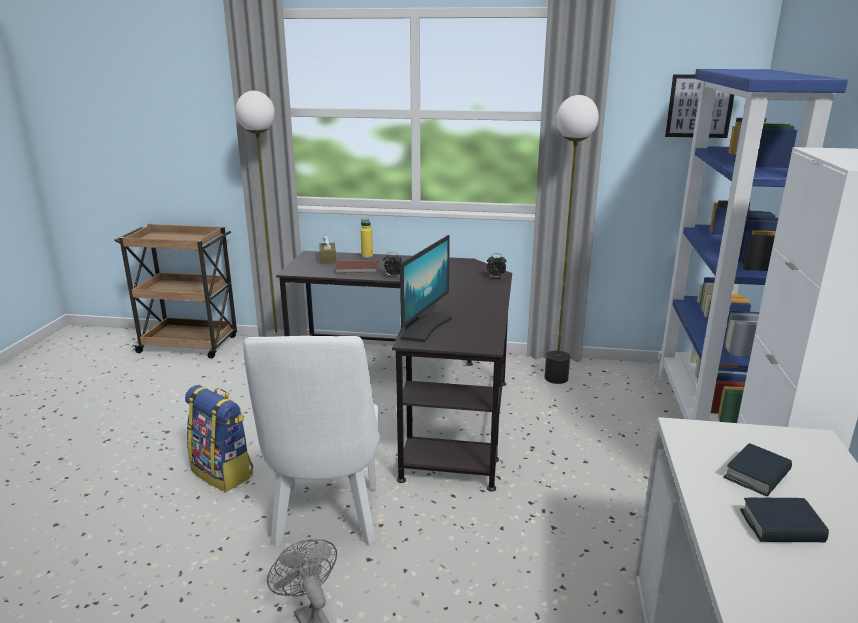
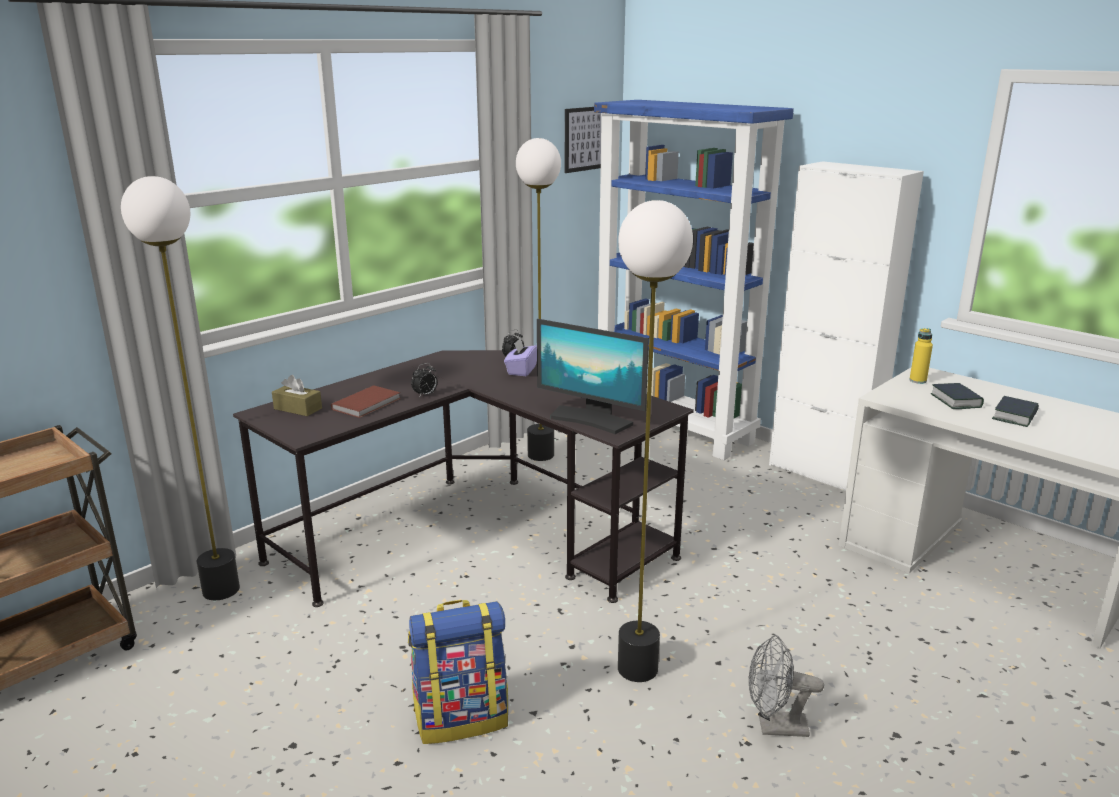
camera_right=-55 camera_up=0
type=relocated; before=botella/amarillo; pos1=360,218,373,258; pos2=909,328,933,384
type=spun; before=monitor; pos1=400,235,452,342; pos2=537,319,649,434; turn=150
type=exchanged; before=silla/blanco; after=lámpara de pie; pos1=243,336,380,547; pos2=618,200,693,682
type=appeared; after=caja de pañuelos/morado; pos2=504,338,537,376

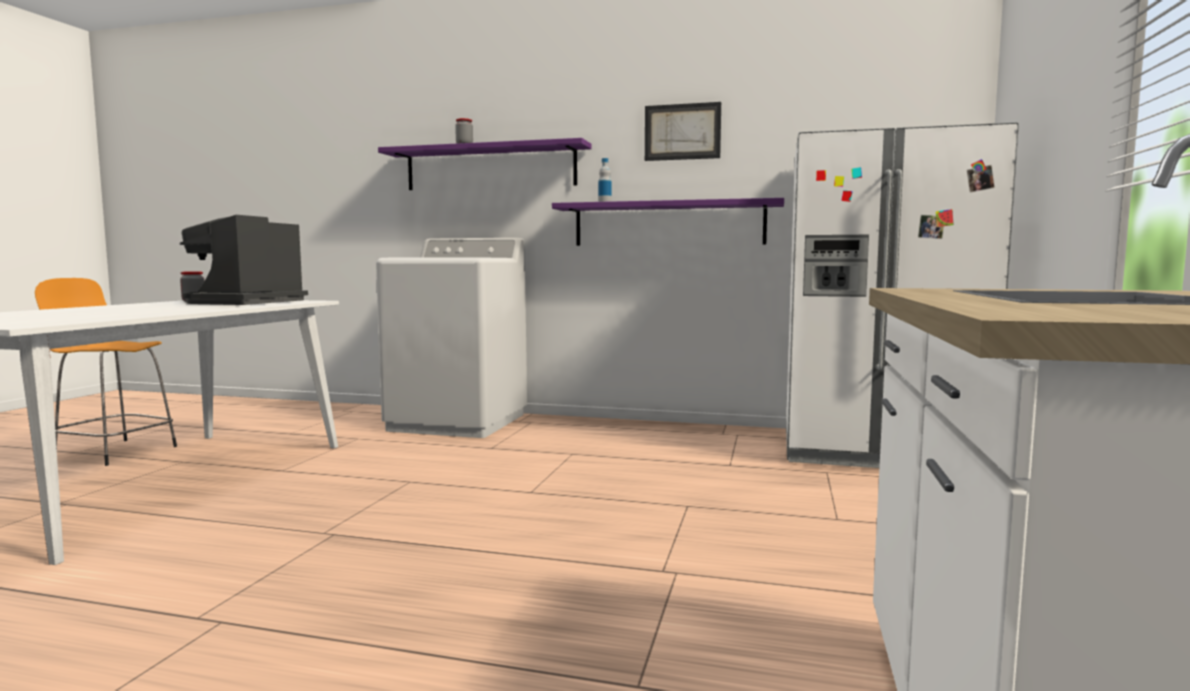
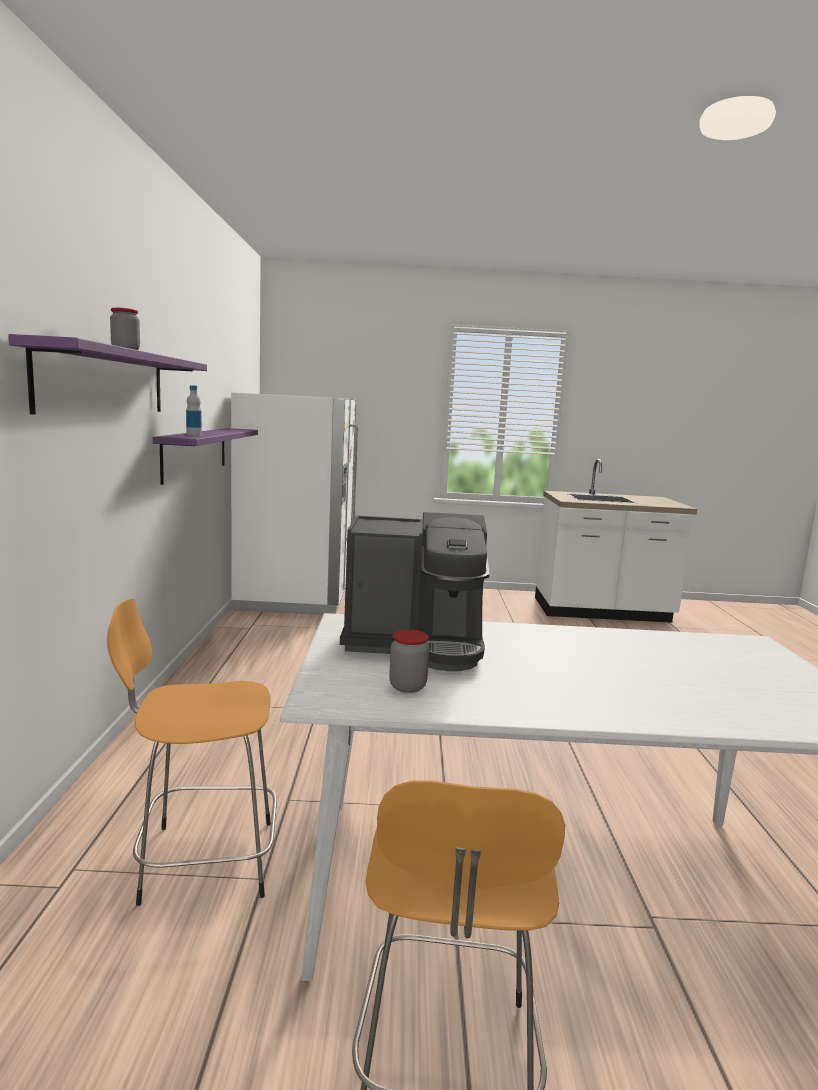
camera_right=-105 camera_up=5
type=missing; before=cuadro; pos1=645,102,721,161
type=missing; before=lavadora/blanco; pos1=376,238,527,438
type=appeared; after=taburete/naranja; pos2=107,598,277,906

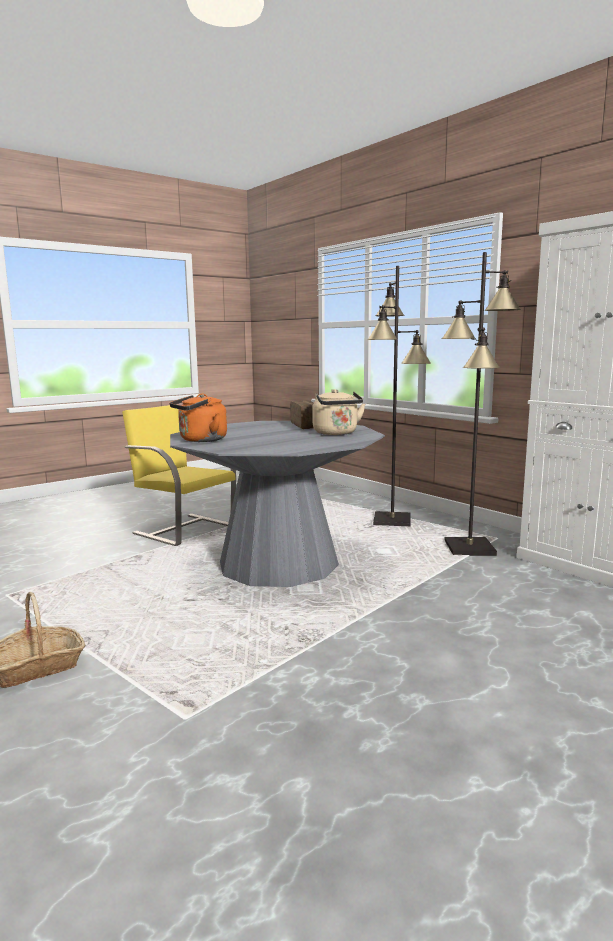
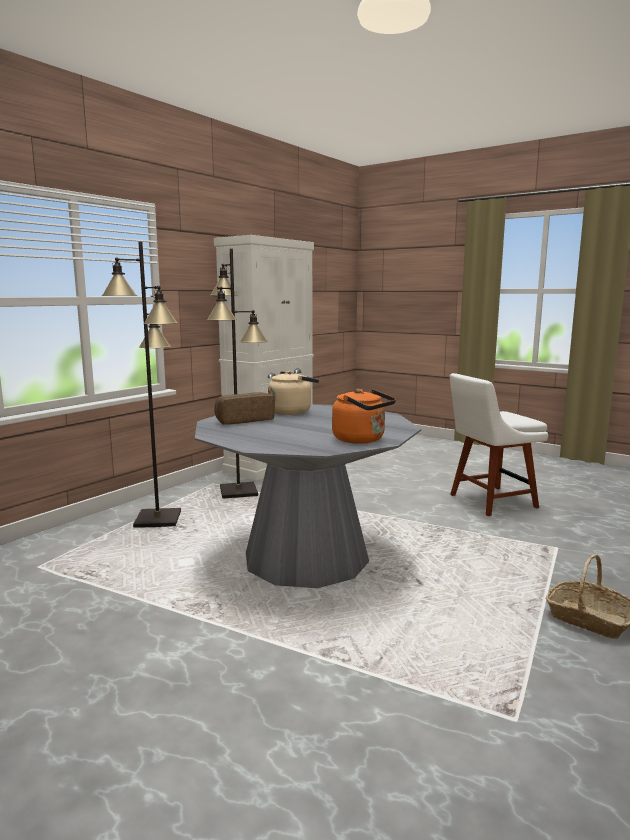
camera_right=-105 camera_up=0
type=missing; before=silla/amarillo; pos1=122,405,236,546
type=appeared; after=silla/blanco; pos2=450,373,548,516

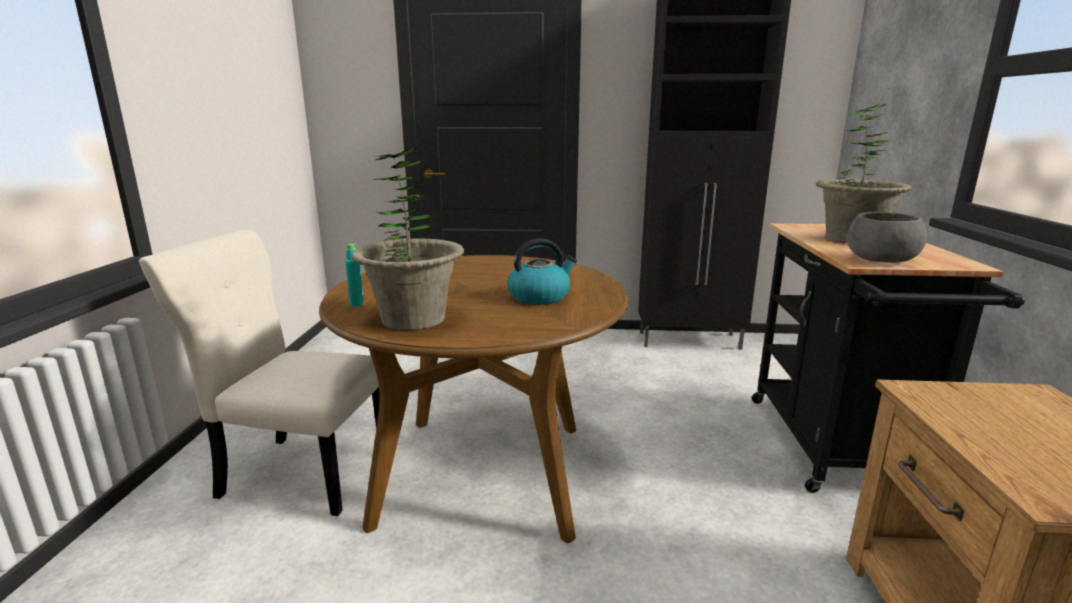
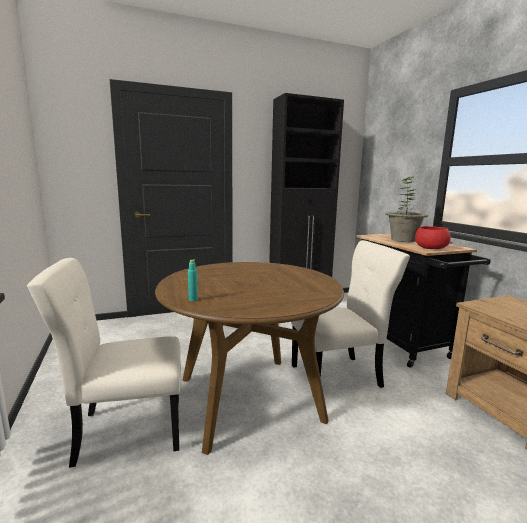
camera_right=-25 camera_up=-5
type=missing; before=planta en maceta; pos1=351,148,464,330
type=colour; before=cuenco/gris; after=cuenco/rojo; pos1=846,212,927,263; pos2=415,226,451,249
type=missing; before=hervidor; pos1=507,239,577,305
type=appeared; after=silla/beis; pos2=291,240,410,388

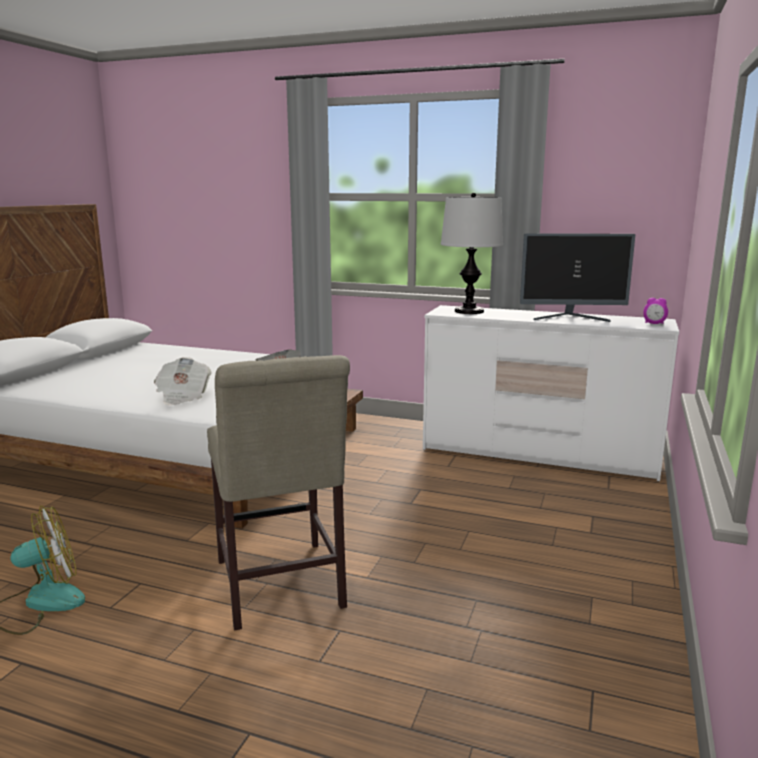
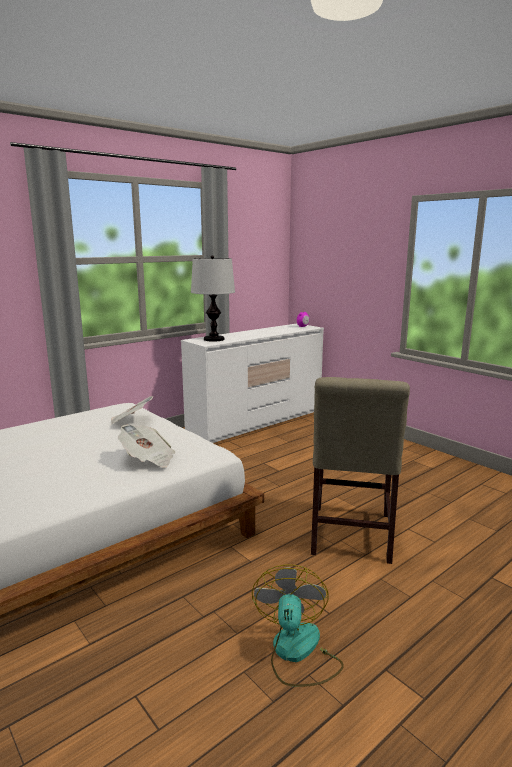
camera_right=-60 camera_up=0
type=missing; before=monitor; pos1=520,233,636,322
type=spun; before=silla/beis; pos1=207,355,350,630; pos2=311,377,410,564; turn=90

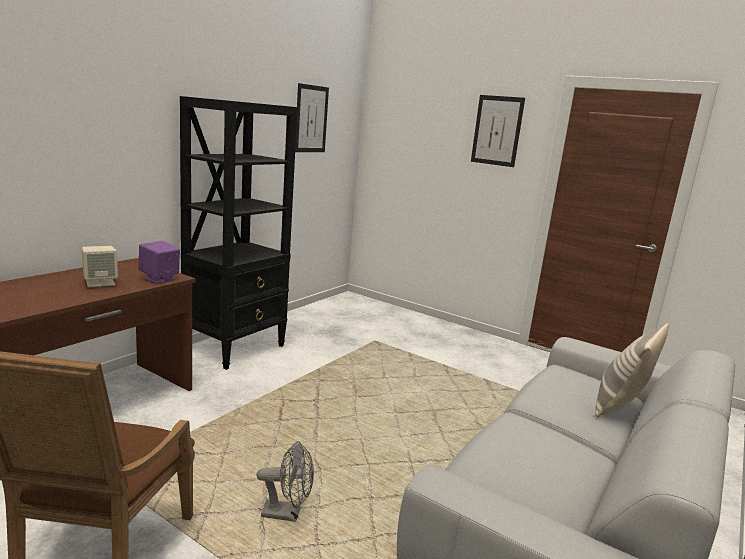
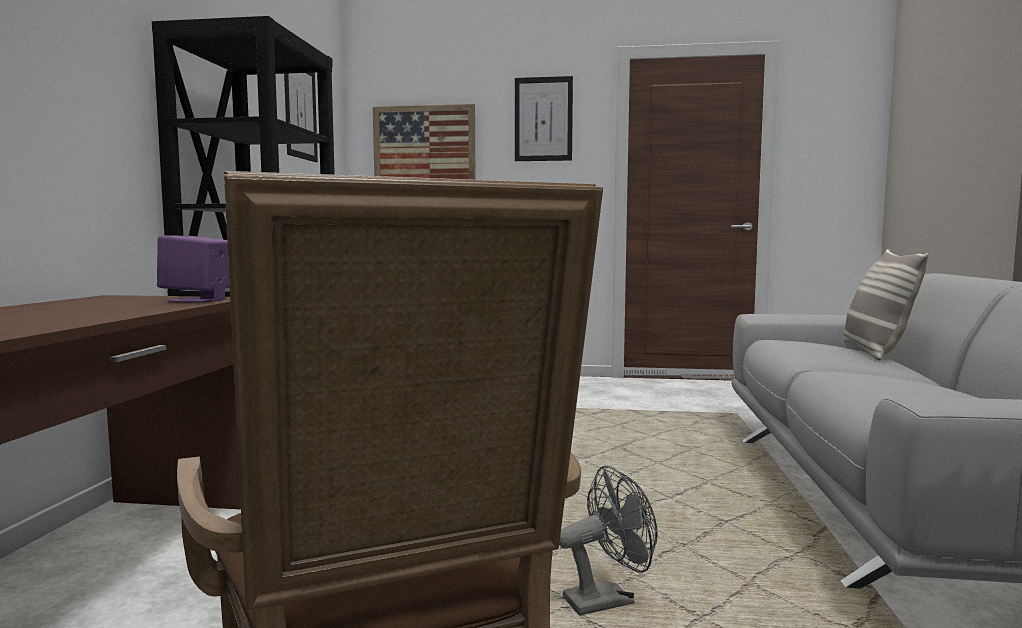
camera_right=-25 camera_up=-10
type=missing; before=altavoz/beis; pos1=82,246,118,287
type=appeared; after=cuadro; pos2=373,104,476,180

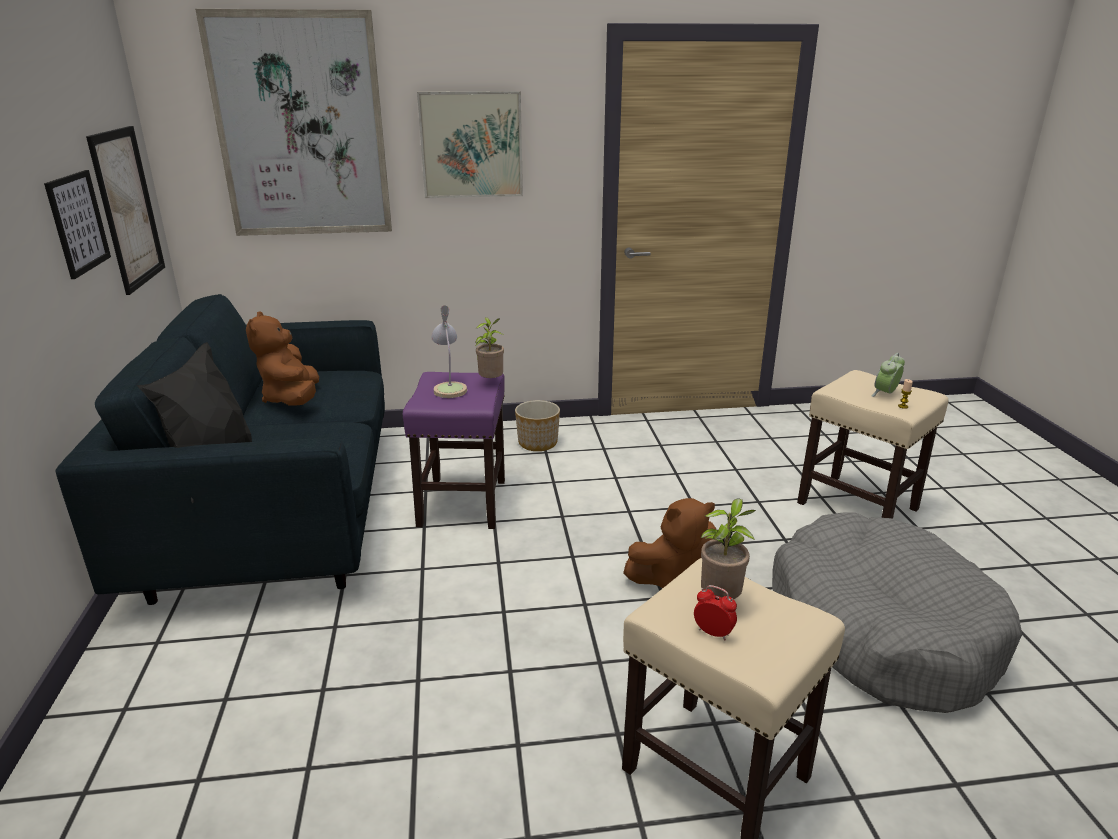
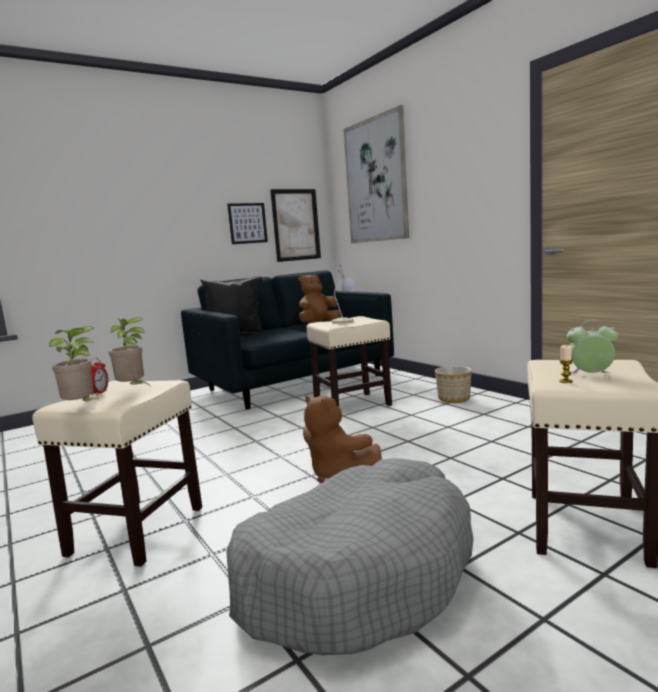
camera_right=65 camera_up=-15
type=missing; before=cuadro; pos1=417,91,523,198
type=relocated; before=planta en maceta; pos1=475,317,504,378; pos2=49,326,100,401
type=colour; before=taburete/morado; after=taburete/beis; pos1=403,372,505,529; pos2=307,316,392,407

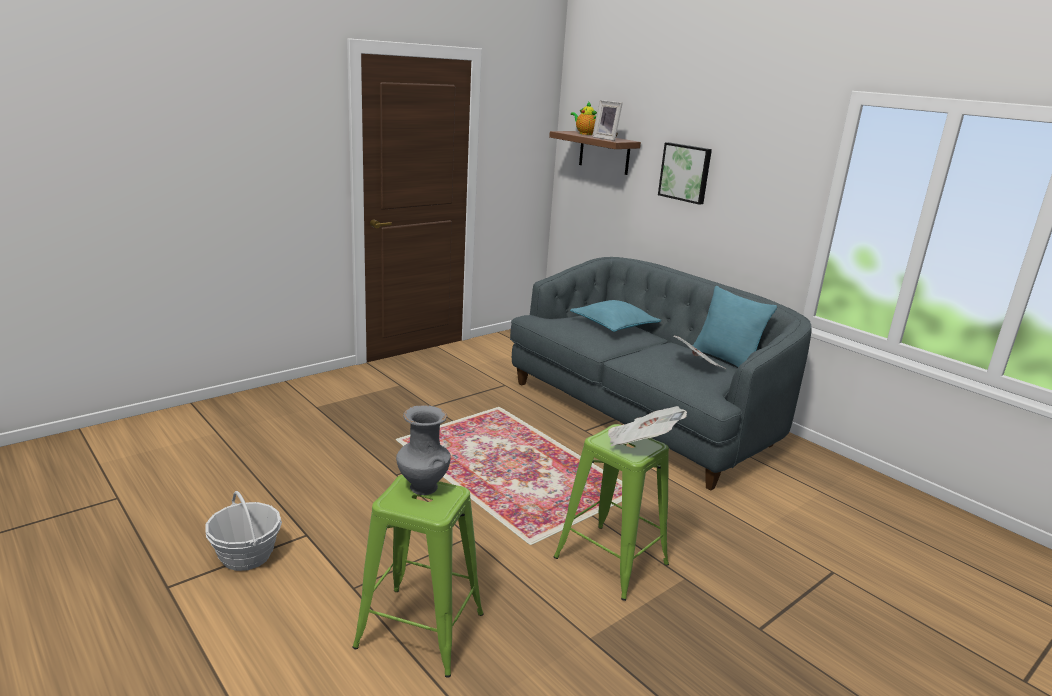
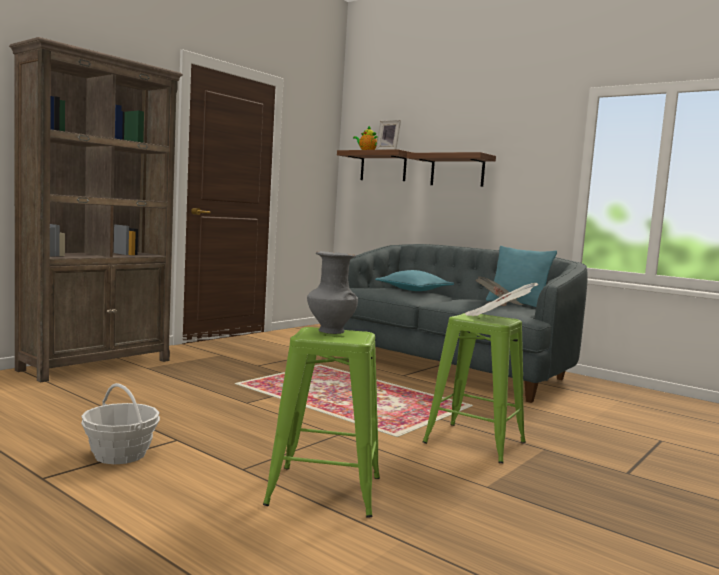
camera_right=-10 camera_up=-15
type=exchanged; before=cuadro; after=estante; pos1=658,142,712,205; pos2=407,152,496,187
type=appeared; after=estantería/marrón; pos2=9,37,183,382

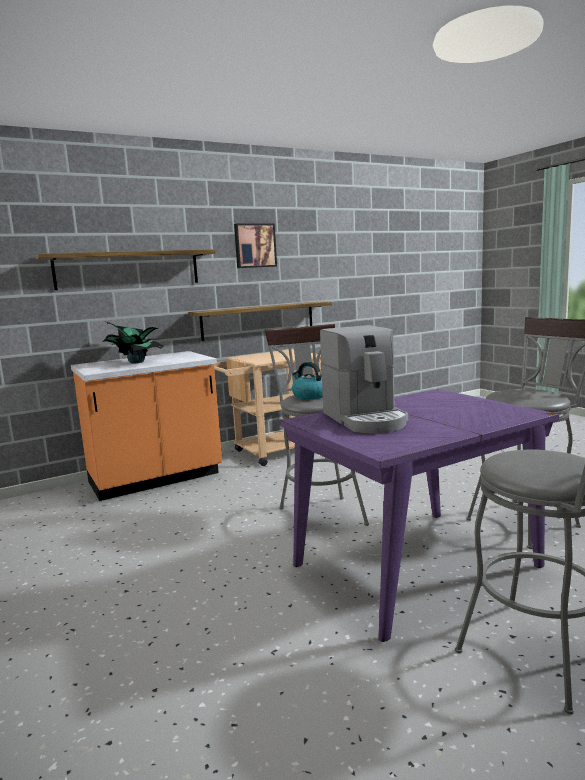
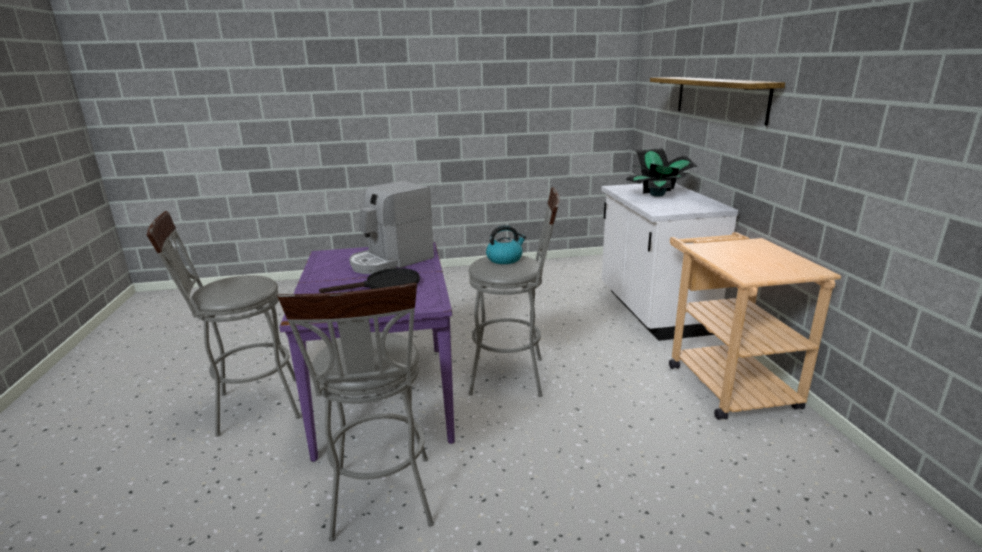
camera_right=110 camera_up=10
type=missing; before=cuadro; pos1=234,224,277,268
type=missing; before=estante; pos1=188,301,332,341
type=spun; before=cafetera; pos1=320,325,408,434; pos2=349,181,434,274; turn=-45
type=colour; before=mueble bajo de cocina/naranja; after=mueble bajo de cocina/blanco; pos1=71,351,222,501; pos2=601,183,738,341
type=appeared; after=sartén/negro; pos2=319,268,420,293

